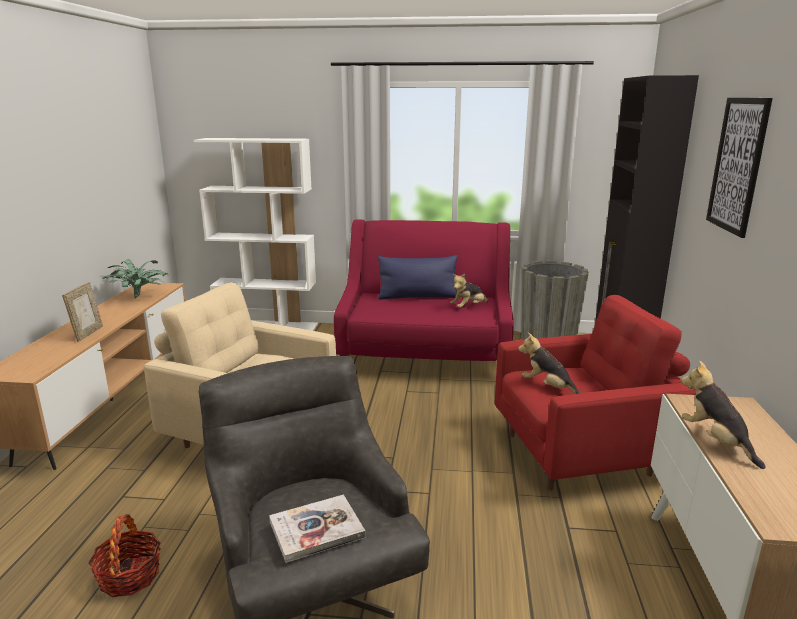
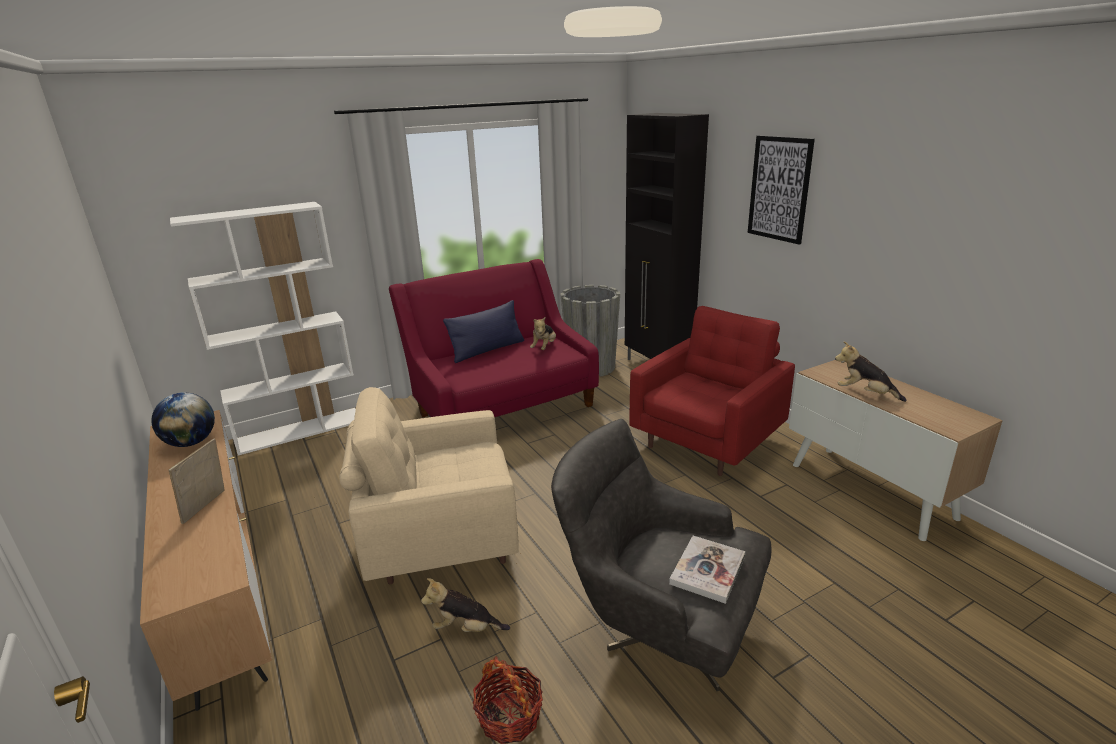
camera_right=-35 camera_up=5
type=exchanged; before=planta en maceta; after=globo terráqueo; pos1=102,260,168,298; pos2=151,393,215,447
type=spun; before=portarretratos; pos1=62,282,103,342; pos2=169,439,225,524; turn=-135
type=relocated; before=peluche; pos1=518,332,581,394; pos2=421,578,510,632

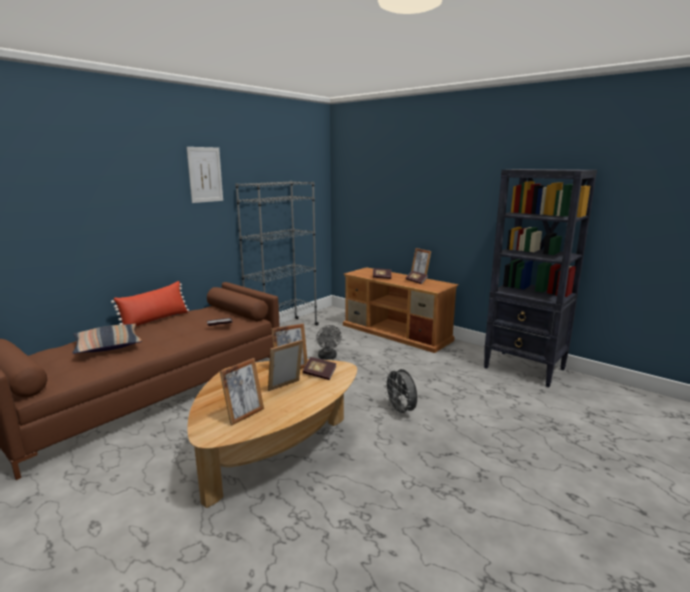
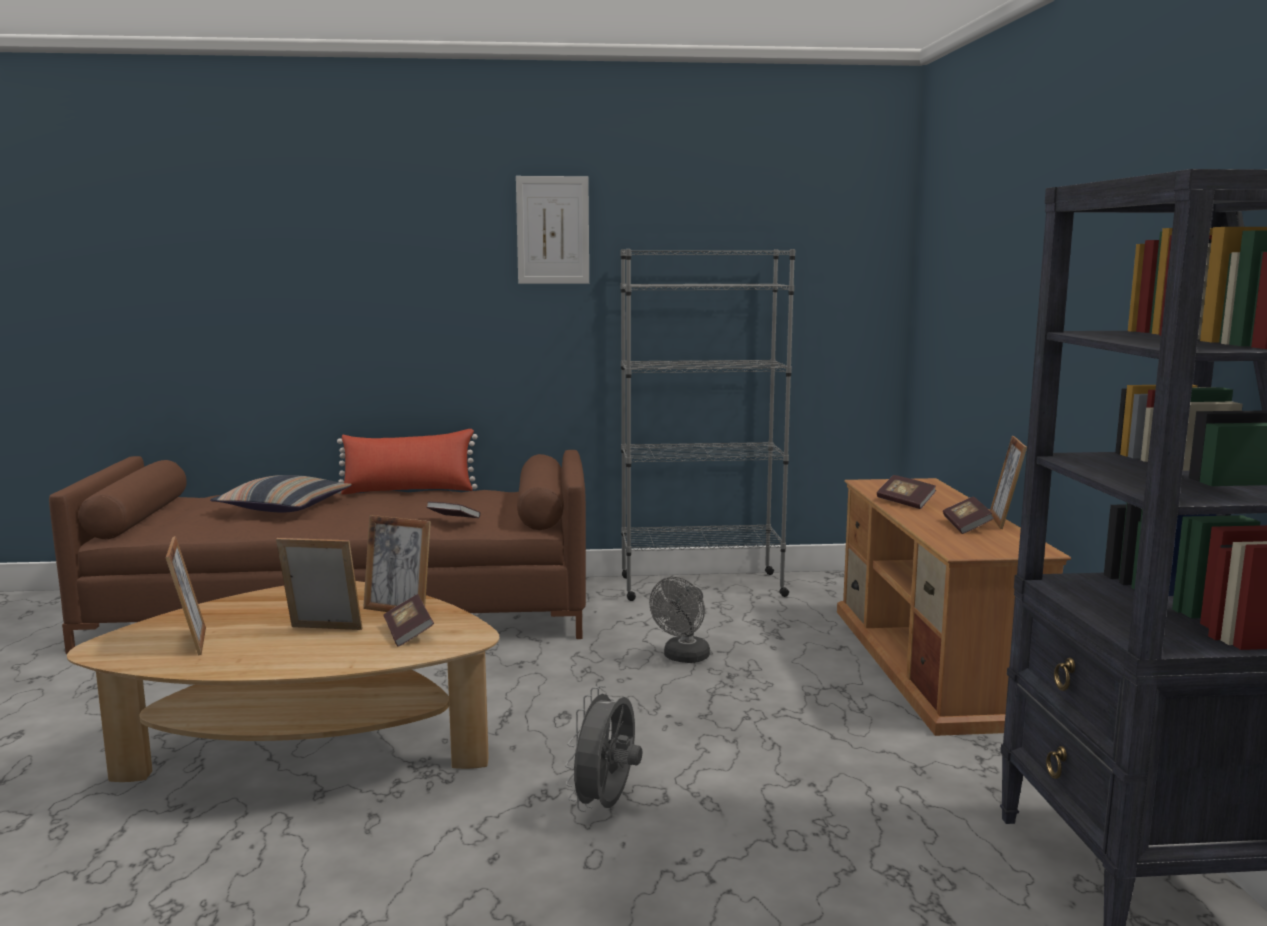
camera_right=45 camera_up=-5
type=spun; before=portarretratos; pos1=220,358,264,426; pos2=166,536,206,656; turn=-105

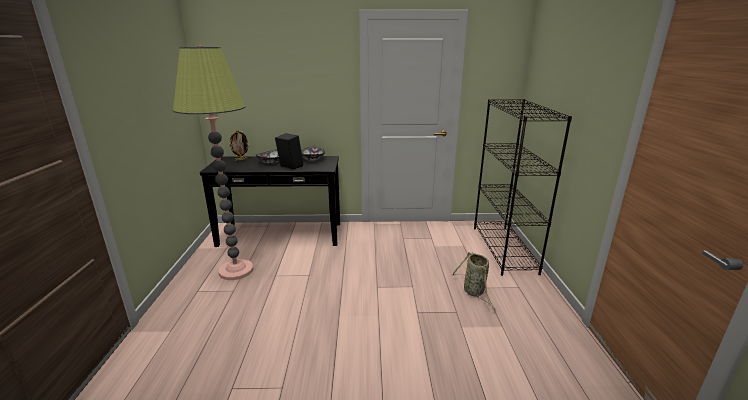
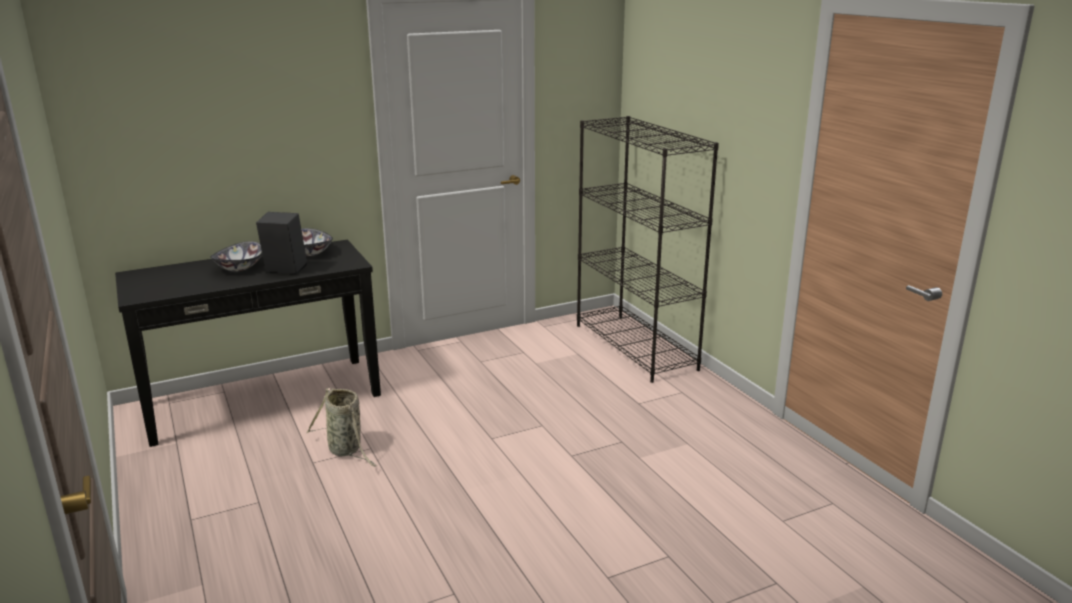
camera_right=-25 camera_up=0
type=missing; before=lámpara de pie; pos1=173,46,254,280
type=missing; before=portarretratos; pos1=229,130,250,161
type=relocated; before=cesta; pos1=451,252,495,310; pos2=306,388,378,467

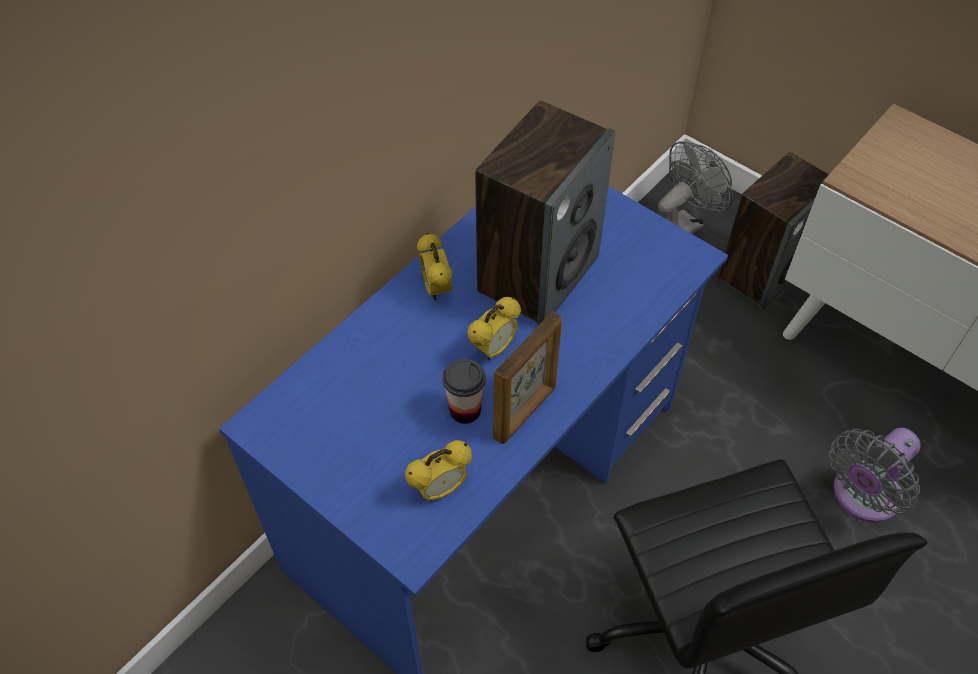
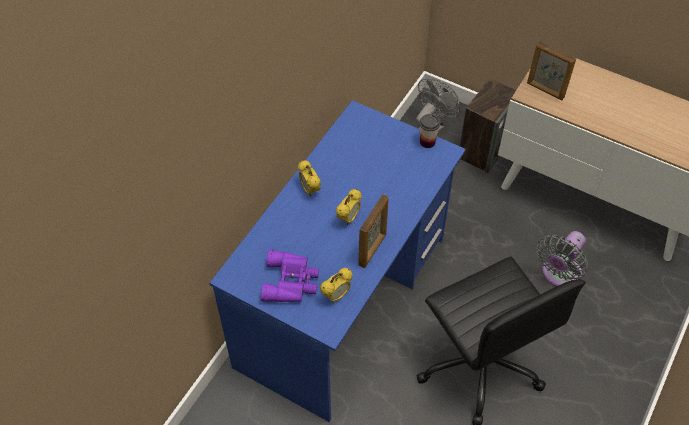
camera_right=-10 camera_up=0
type=missing; before=altavoz; pos1=475,100,615,325
type=relocated; before=taza; pos1=442,359,486,424; pos2=419,114,440,148
type=appeared; after=portarretratos; pos2=527,41,576,100
type=appeared; after=prismáticos/morado; pos2=261,249,319,302

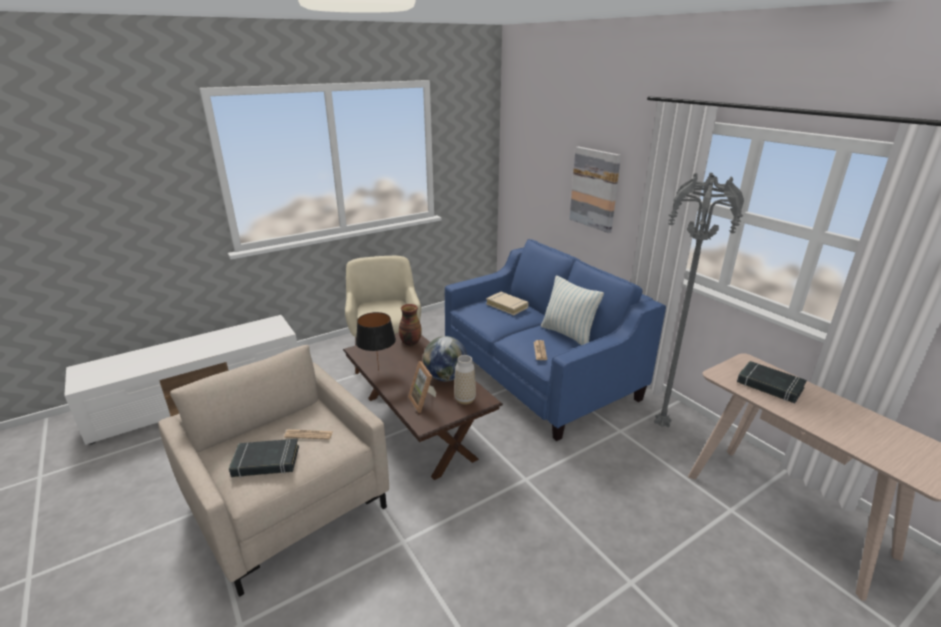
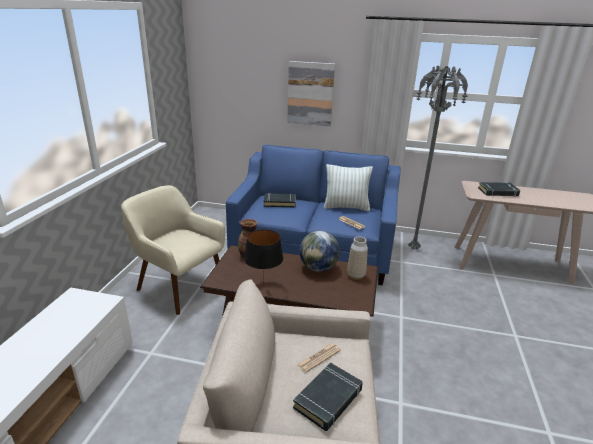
camera_right=-45 camera_up=0
type=colour; before=libro/beis; after=libro/negro; pos1=486,292,529,315; pos2=264,193,296,208
type=missing; before=portarretratos; pos1=408,361,436,413

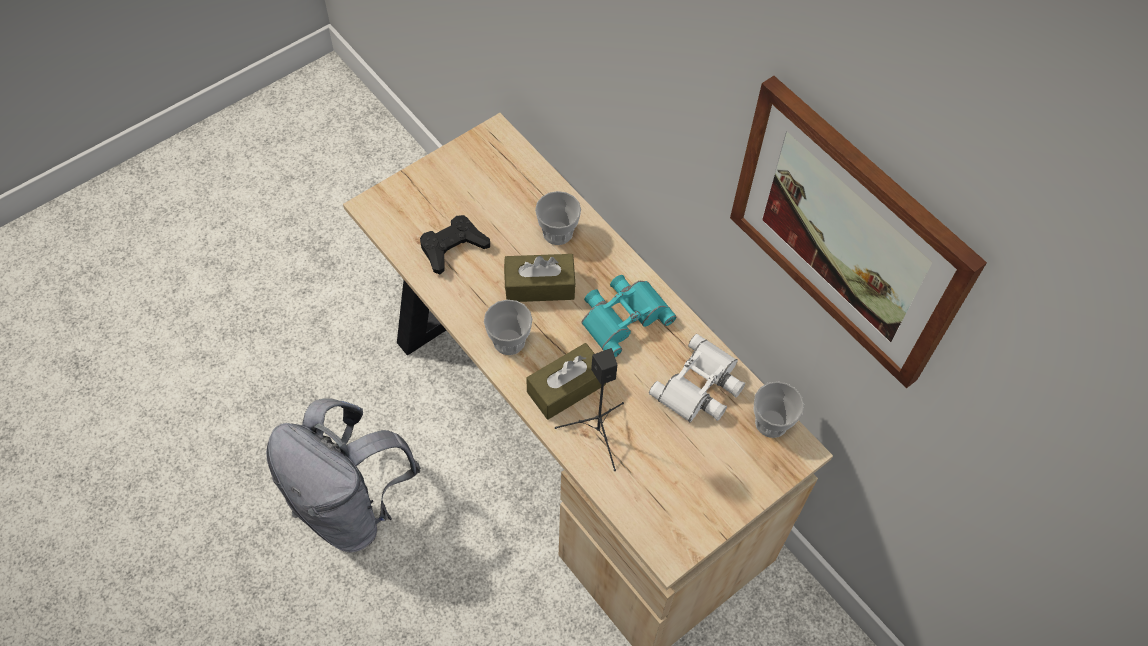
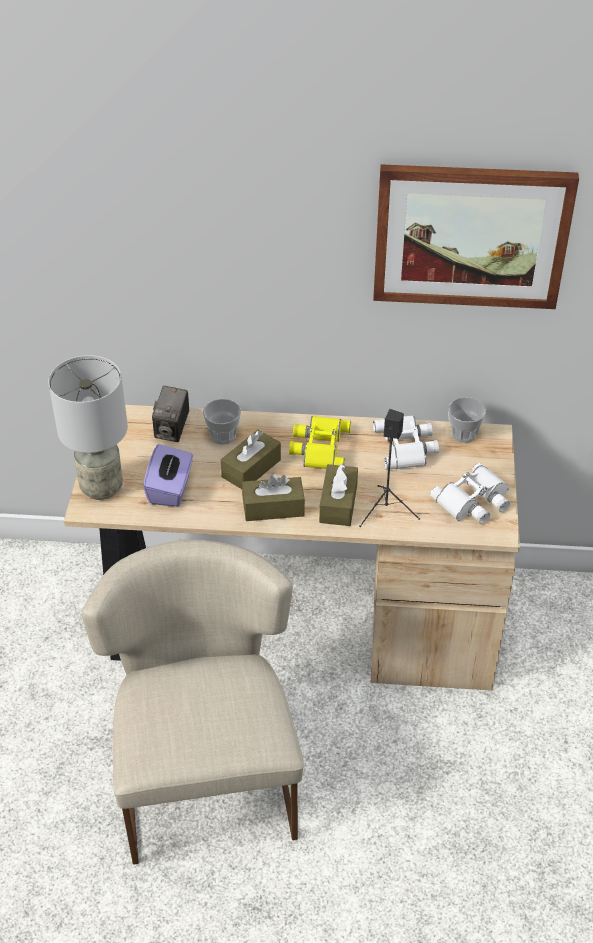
camera_right=-45 camera_up=-15
type=exchanged; before=mando de consola/negro; after=caja de pañuelos/morado; pos1=420,215,490,274; pos2=143,444,193,507
type=colour; before=prismáticos/turquesa; after=prismáticos/amarillo; pos1=581,275,676,357; pos2=289,416,351,469
type=exchanged; before=taza; after=caja de pañuelos/marrón; pos1=484,300,532,355; pos2=242,474,305,521
type=exchanged; before=mochila/gris; after=silla/beis; pos1=266,398,420,553; pos2=82,539,304,865
type=appeared; after=lámpara de mesa/gris; pos2=48,355,128,500
type=appeared; after=cámara; pos2=152,386,189,442
type=appeared; after=prismáticos/blanco; pos2=430,463,510,524

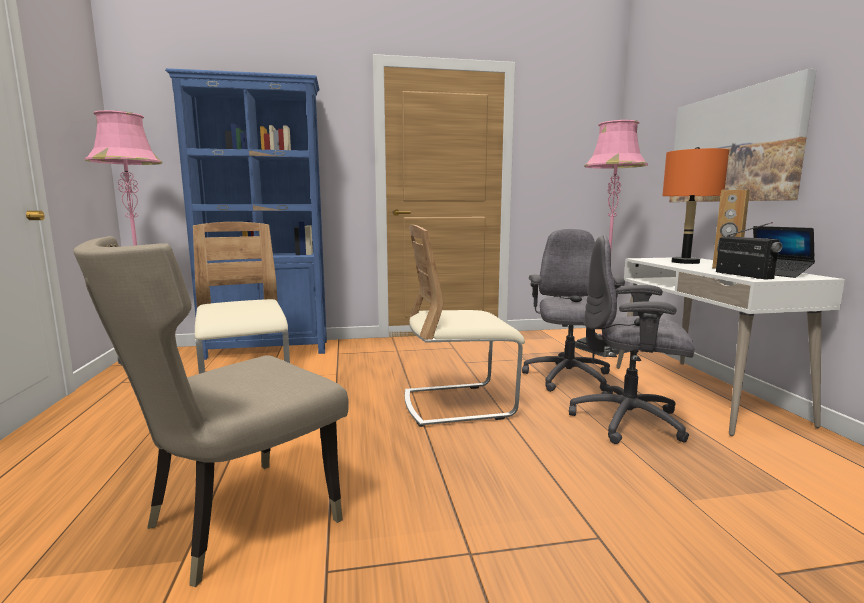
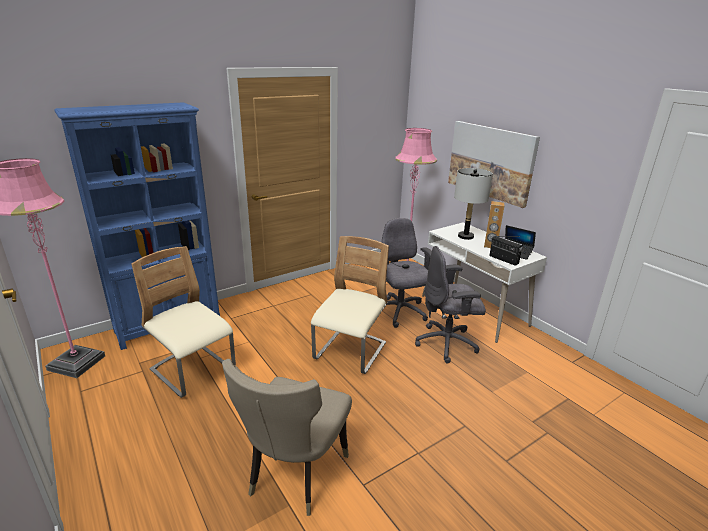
camera_right=-25 camera_up=15
type=colour; before=lámpara de mesa/naranja; after=lámpara de mesa/gris; pos1=662,147,729,264; pos2=454,168,493,240
type=spun; before=silla/beis; pos1=404,225,525,427; pos2=311,236,389,374; turn=150

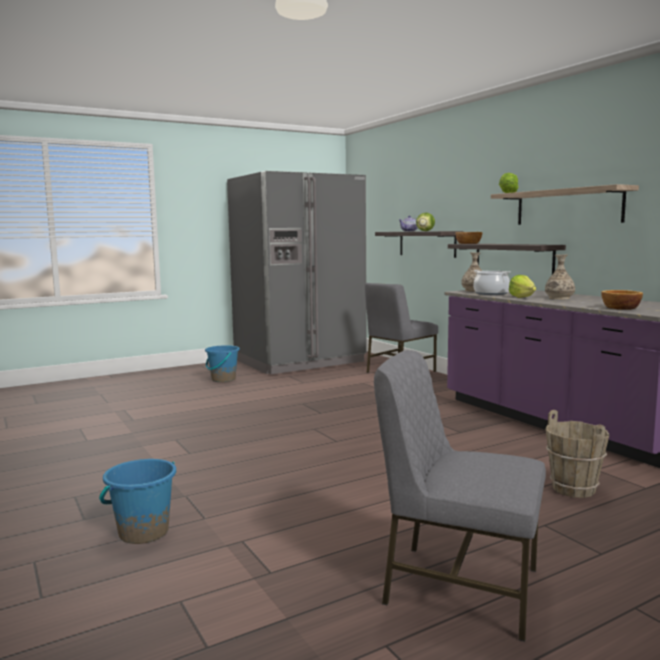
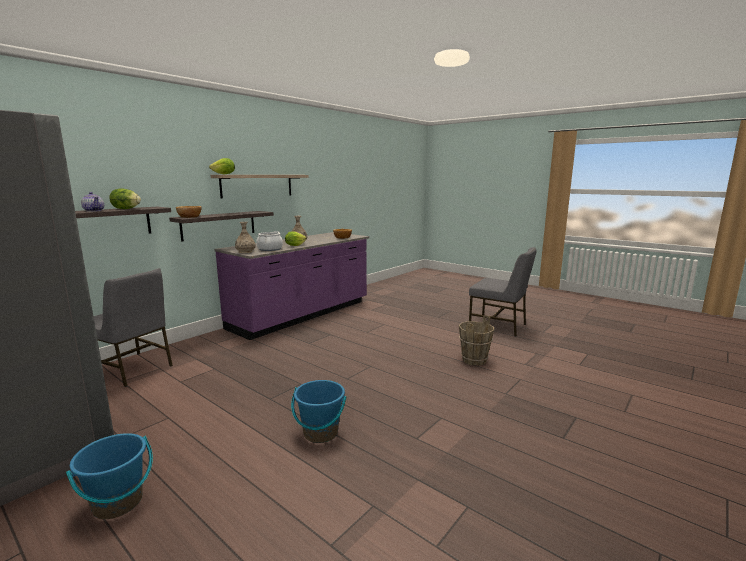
camera_right=-110 camera_up=5
type=spun; before=silla/gris; pos1=374,350,546,642; pos2=469,247,537,336; turn=-60
type=relocated; before=cubo/marrón; pos1=545,410,610,498; pos2=459,315,494,366
type=relocated; before=cubo/azul; pos1=99,459,176,544; pos2=291,380,346,443

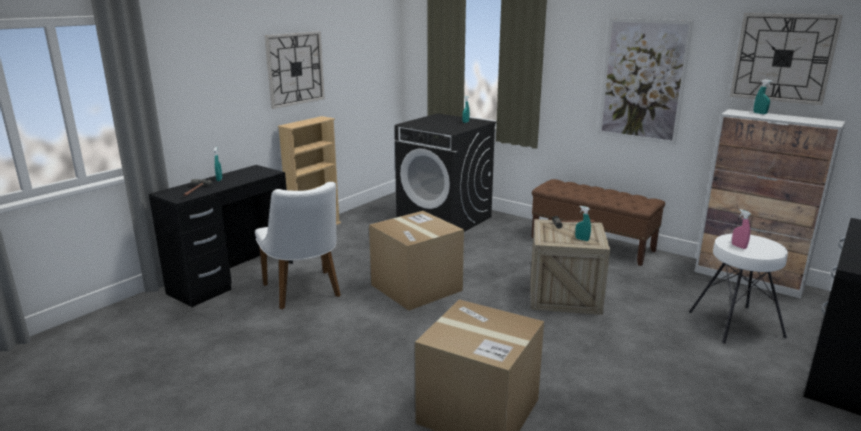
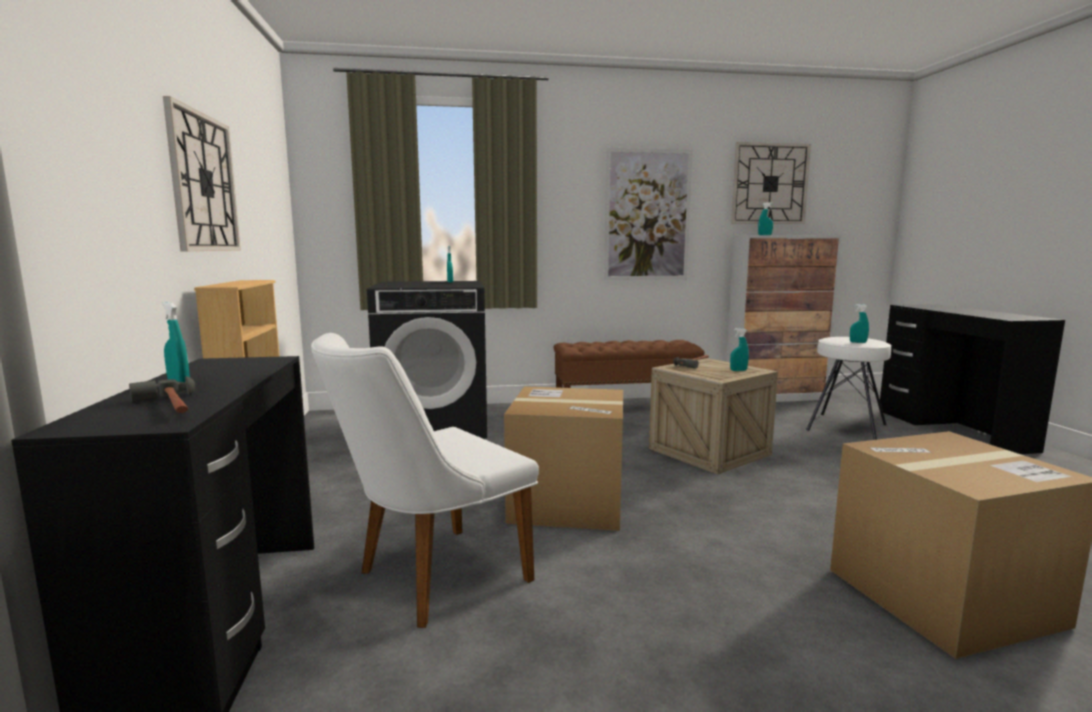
camera_right=-45 camera_up=-10
type=spun; before=silla/blanco; pos1=255,182,341,309; pos2=311,333,539,628; turn=120
type=colour; before=pulverizador/rosa; after=pulverizador/turquesa; pos1=732,209,751,249; pos2=850,304,869,343

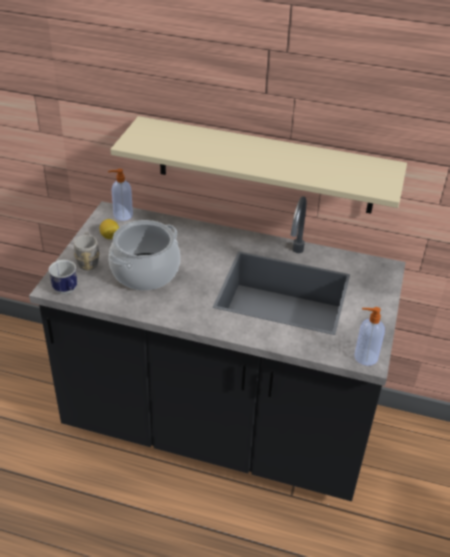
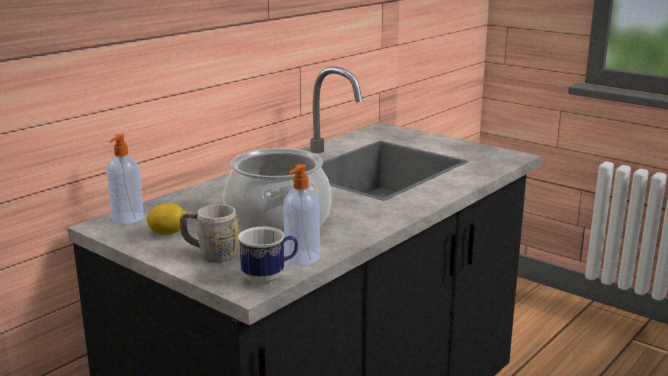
camera_right=-65 camera_up=-20
type=missing; before=estante/beis; pos1=110,116,407,214
type=relocated; before=dispensador de jabón; pos1=354,307,385,366; pos2=283,164,320,265

